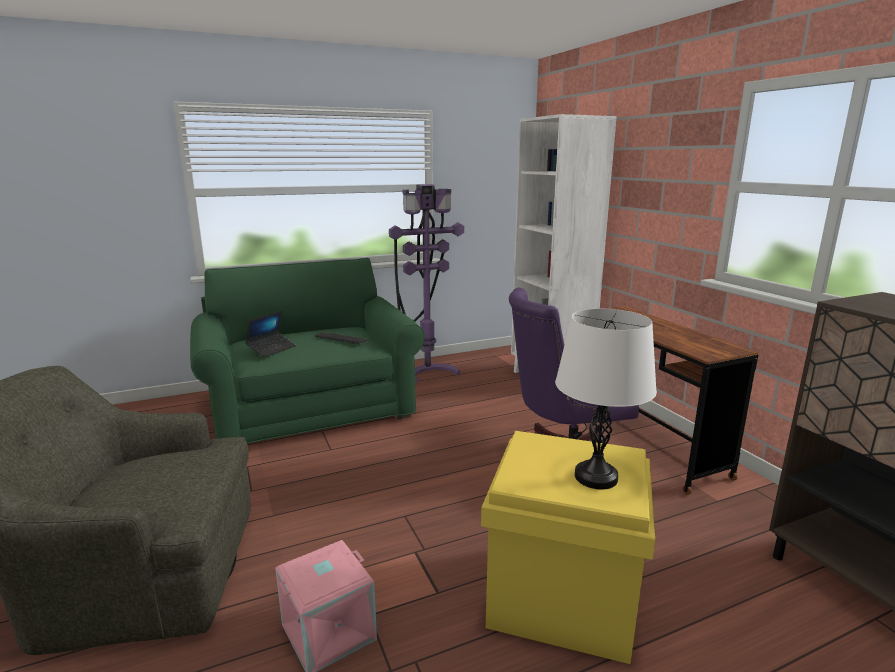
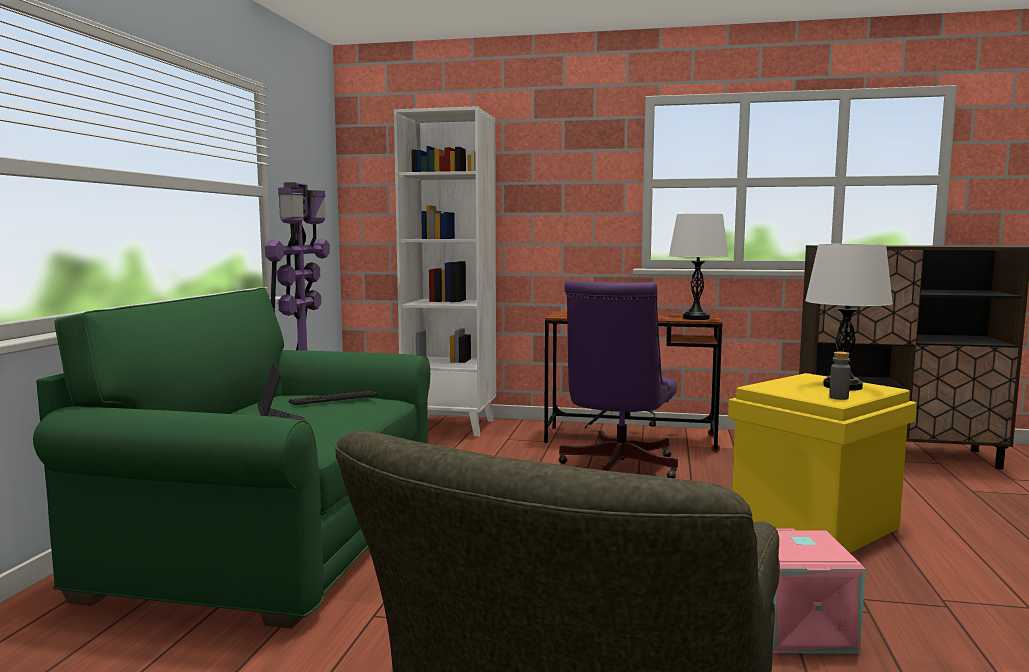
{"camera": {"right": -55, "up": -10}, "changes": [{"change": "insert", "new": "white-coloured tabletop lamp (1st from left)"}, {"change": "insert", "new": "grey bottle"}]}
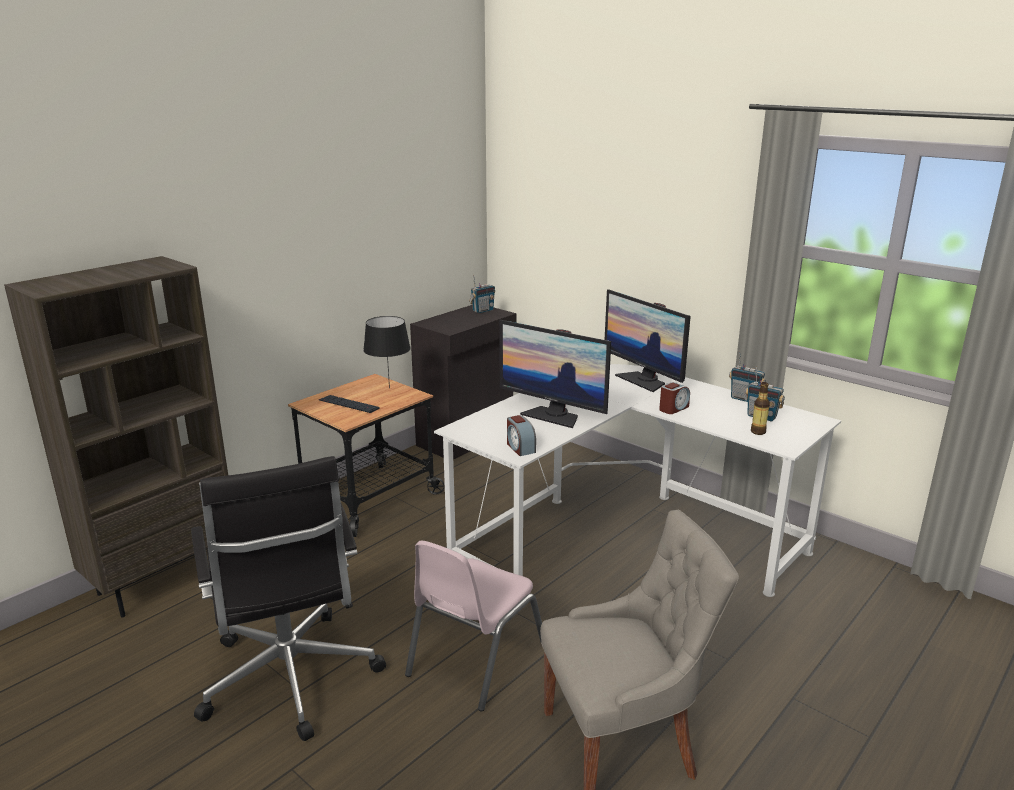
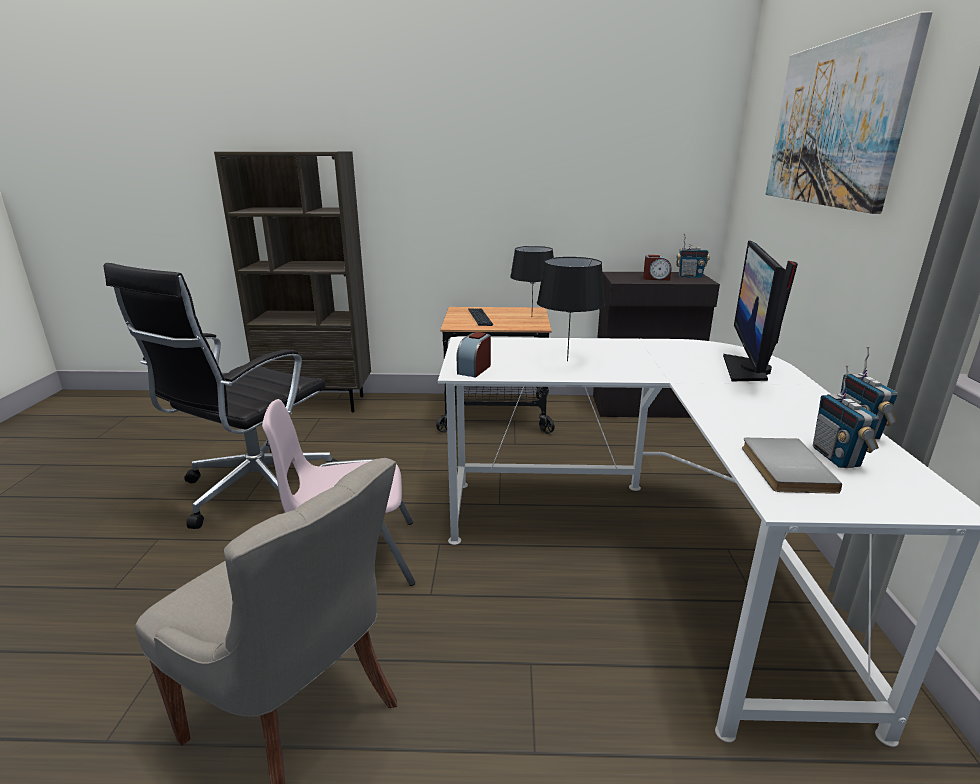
{"camera": {"right": 50, "up": 0}, "changes": [{"change": "insert", "new": "picture"}, {"change": "move", "old": "bedside clock (2nd from left)"}, {"change": "replace", "old": "computer display (1st from left)", "new": "black-coloured tabletop lamp (2nd from left)"}, {"change": "replace", "old": "bottle", "new": "grey bound book"}]}
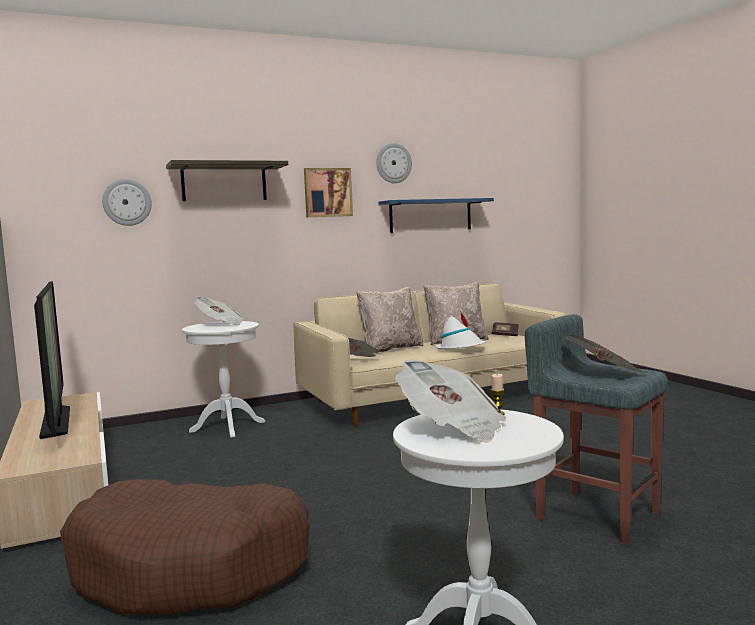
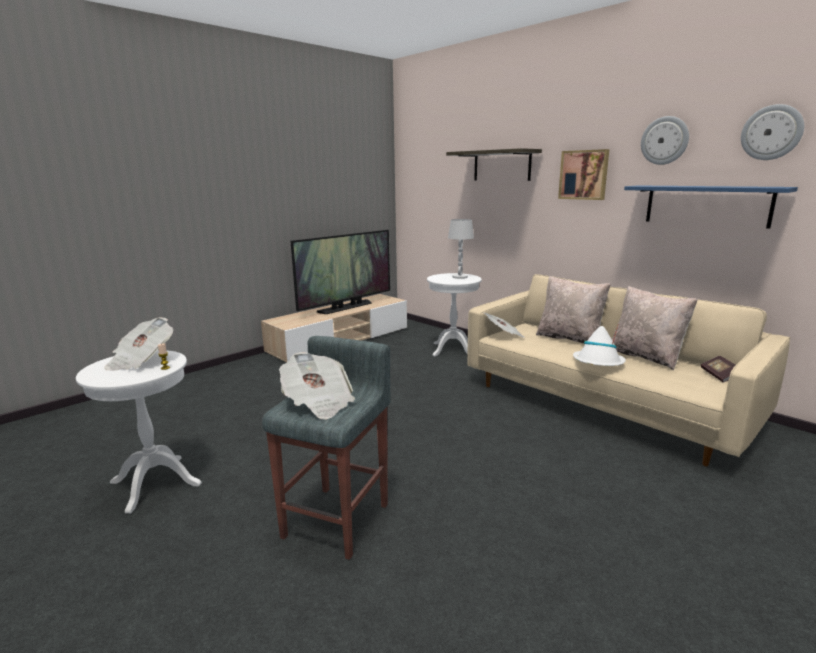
{"camera": {"right": 70, "up": 10}, "changes": [{"change": "delete", "old": "brown-coloured pet bed"}, {"change": "move", "old": "wall clock (1st from left in the first image)", "new": "wall clock (2nd from left)"}, {"change": "replace", "old": "daily paper (1st from left)", "new": "white-coloured tabletop lamp"}]}
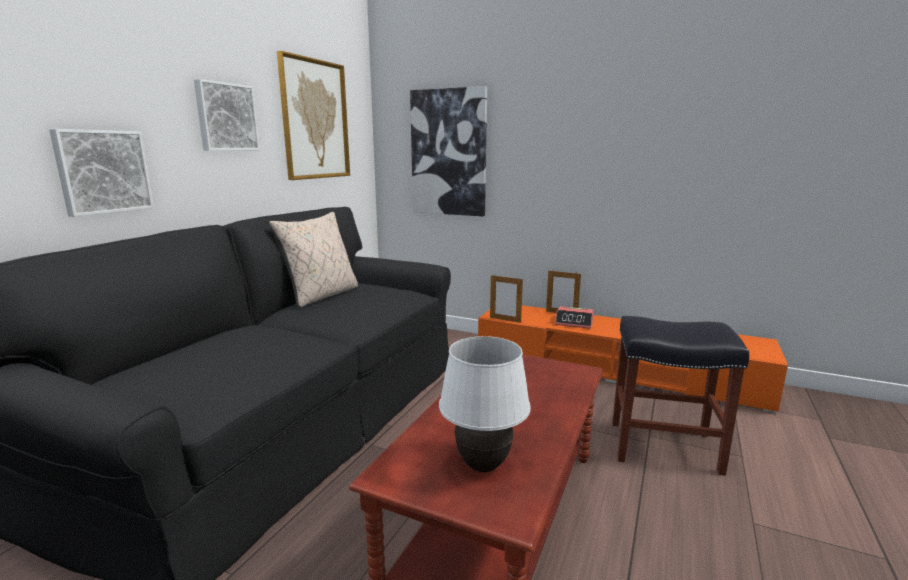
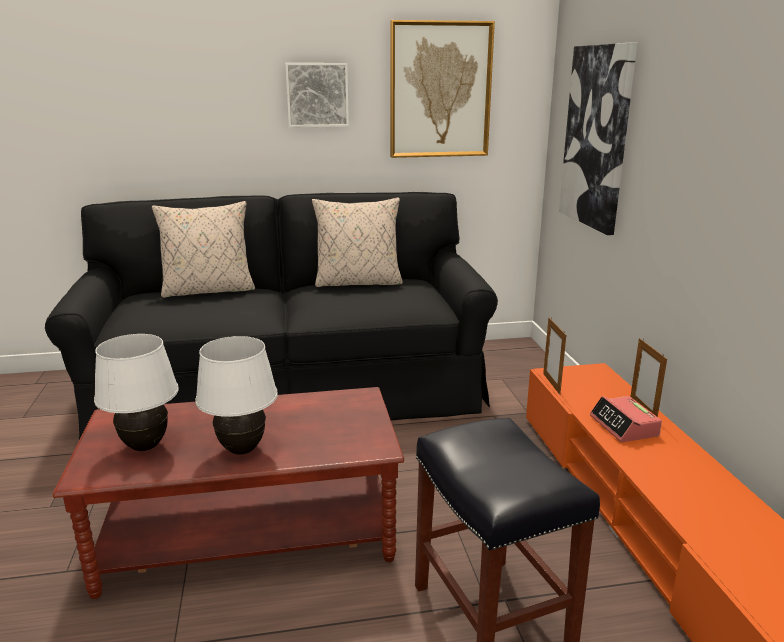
{"camera": {"right": 55, "up": 5}, "changes": [{"change": "delete", "old": "picture (1st from left)"}, {"change": "insert", "new": "sand-coloured pillow (1st from left)"}, {"change": "insert", "new": "white-coloured tabletop lamp (2nd from left)"}]}
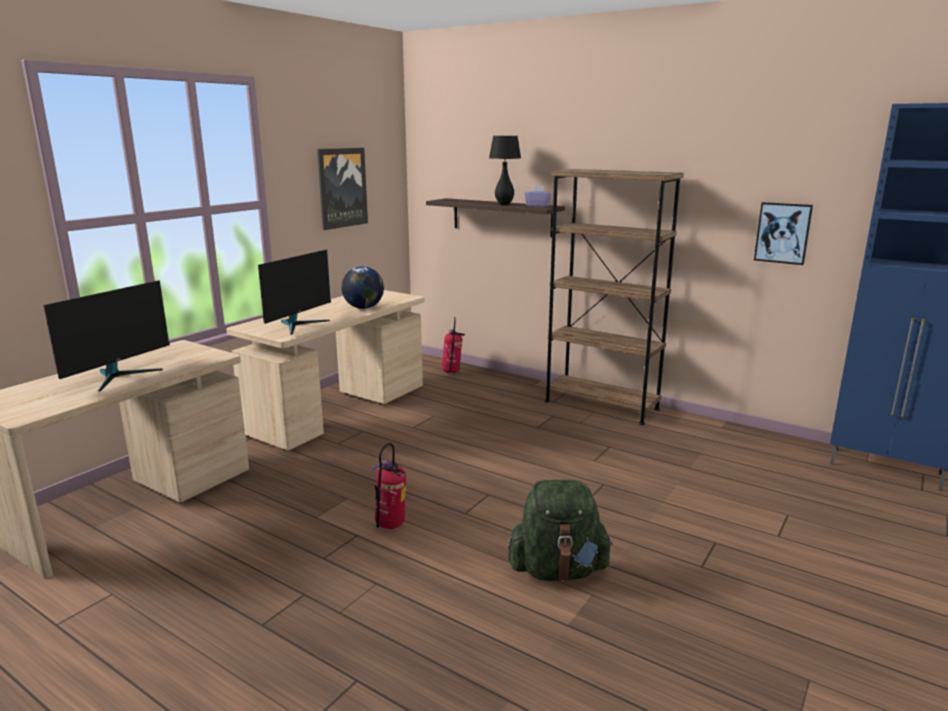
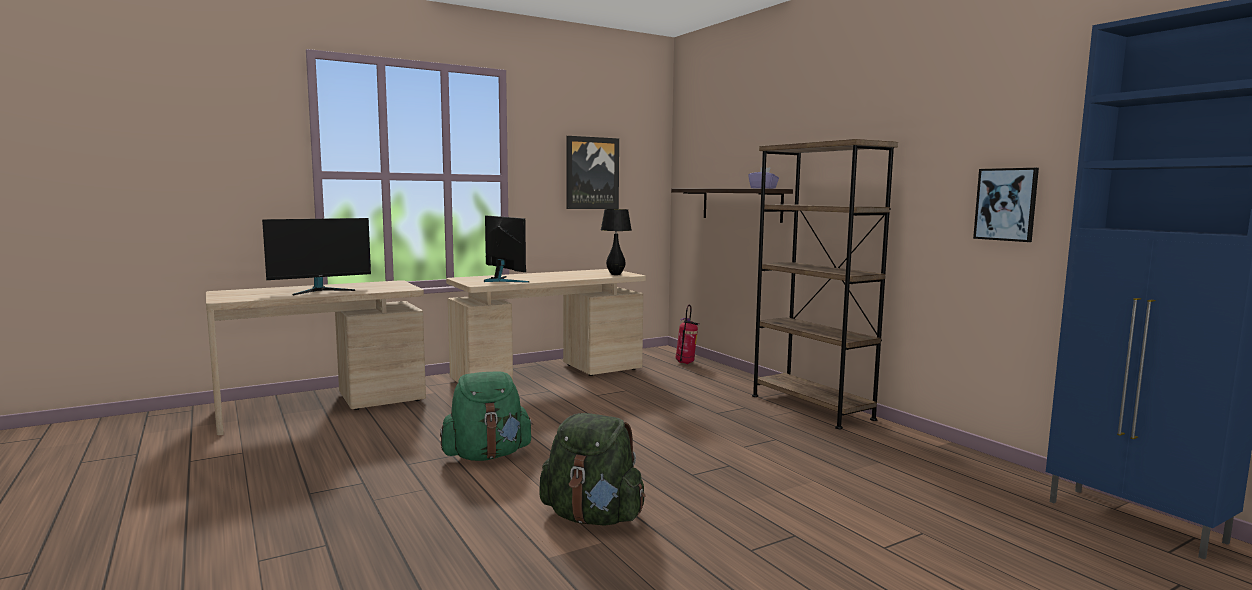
{"camera": {"right": 25, "up": -10}, "changes": [{"change": "delete", "old": "globe"}, {"change": "move", "old": "black-coloured tabletop lamp"}, {"change": "replace", "old": "fire extinguisher (1st from left)", "new": "green knapsack (1st from left)"}, {"change": "rotate", "old": "computer display (2nd from left)", "degrees": -90}]}
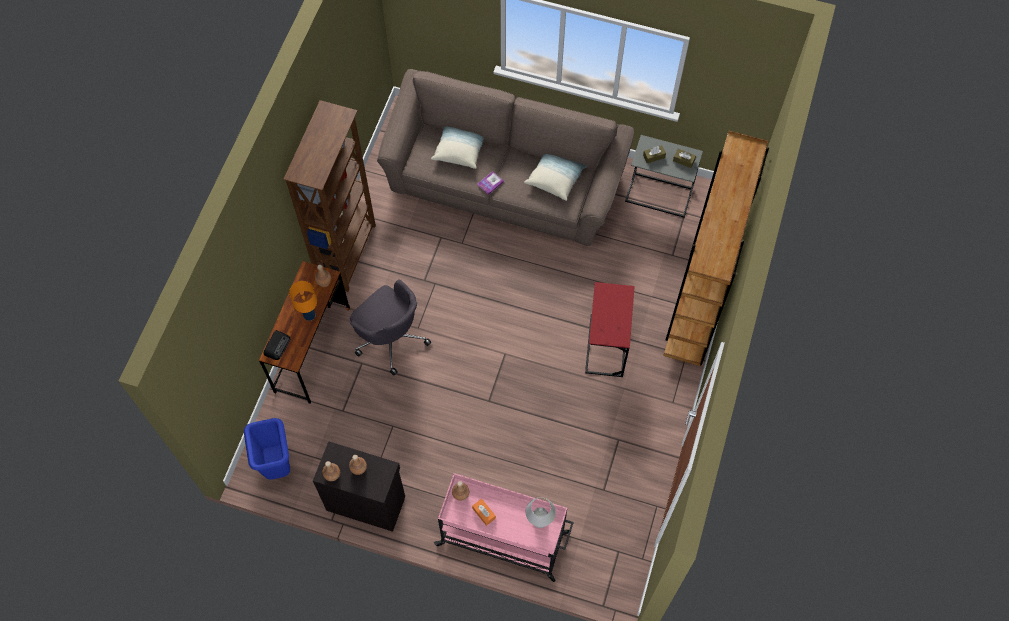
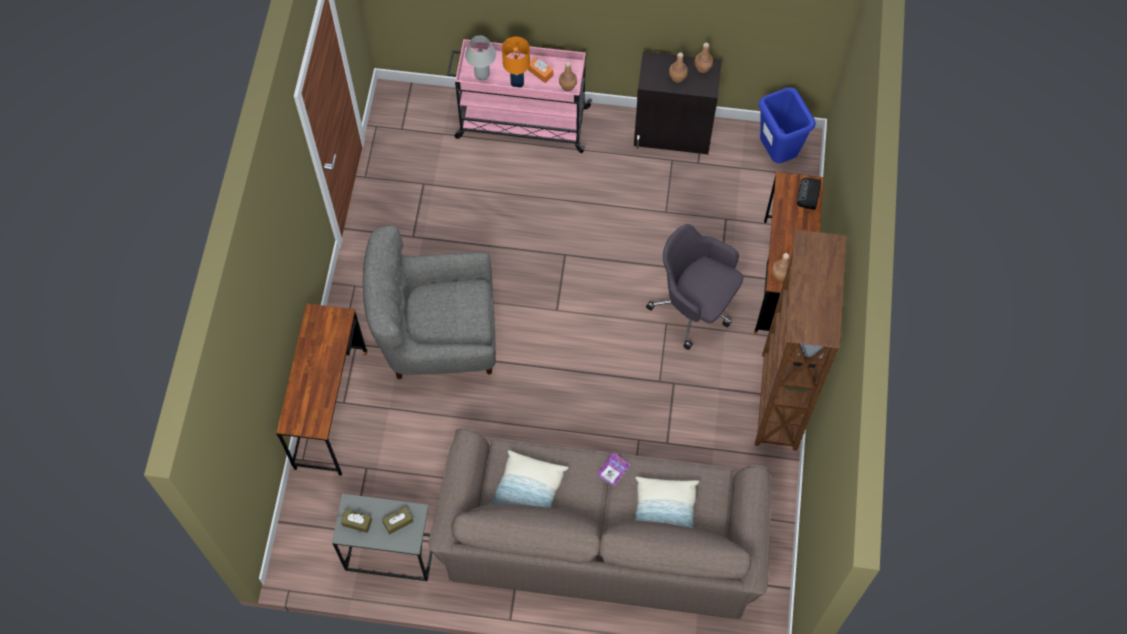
{"camera": {"right": 170, "up": 0}, "changes": [{"change": "move", "old": "orange tabletop lamp"}, {"change": "replace", "old": "red-coloured end table", "new": "grey easy chair"}, {"change": "replace", "old": "brown-coloured bookshelf (2nd from left)", "new": "brown-coloured desk table (1st from left)"}]}
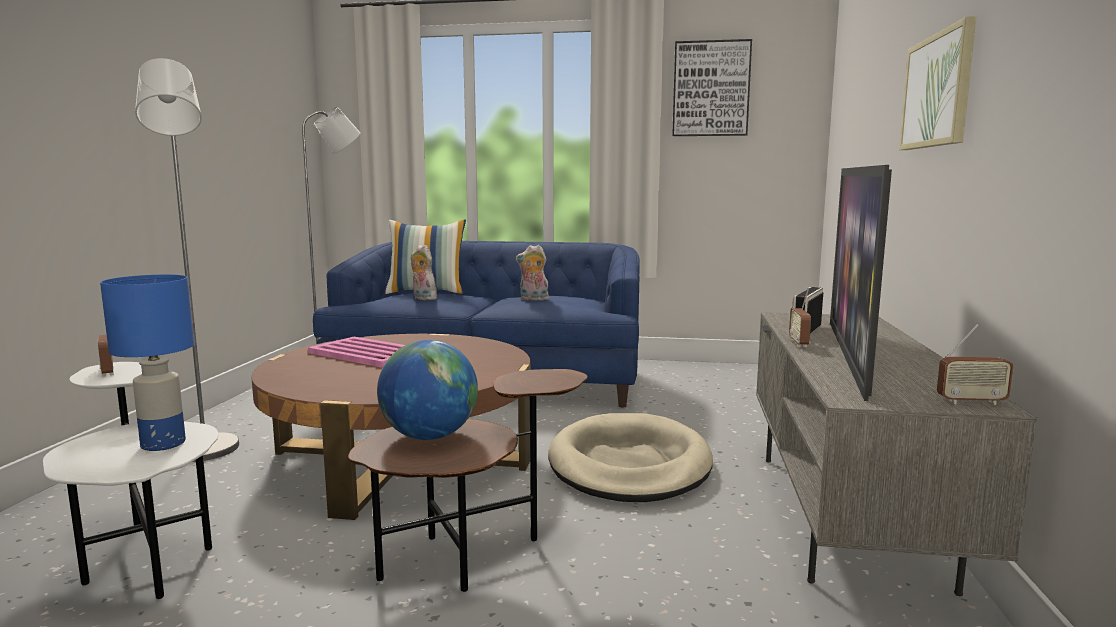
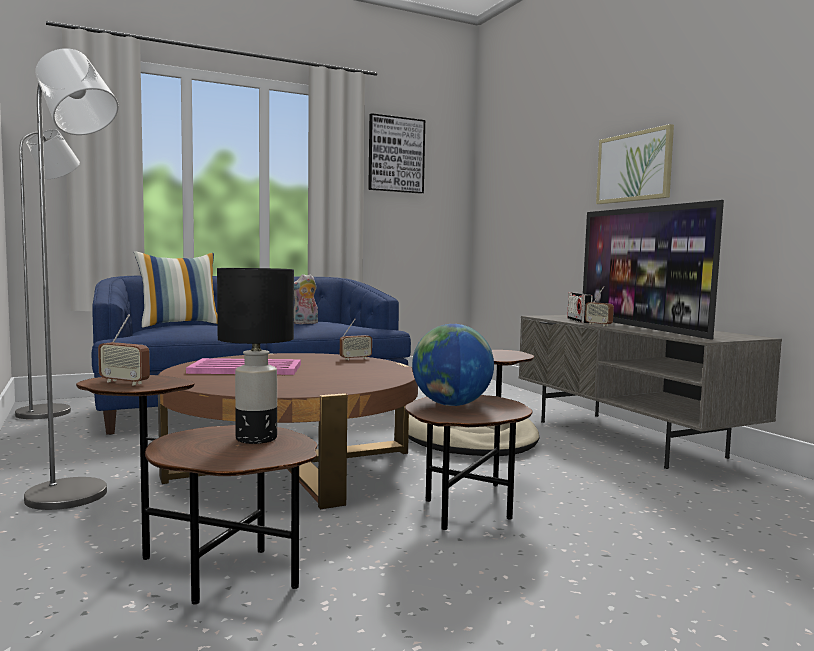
{"camera": {"right": -35, "up": -5}, "changes": [{"change": "delete", "old": "plush toy (1st from left)"}, {"change": "move", "old": "radio receiver (4th from left in the first image)", "new": "radio receiver (2nd from left)"}, {"change": "recolor", "old": "white-coloured end table", "new": "brown-coloured end table (1st from left)"}, {"change": "recolor", "old": "blue tabletop lamp", "new": "black-coloured tabletop lamp"}]}
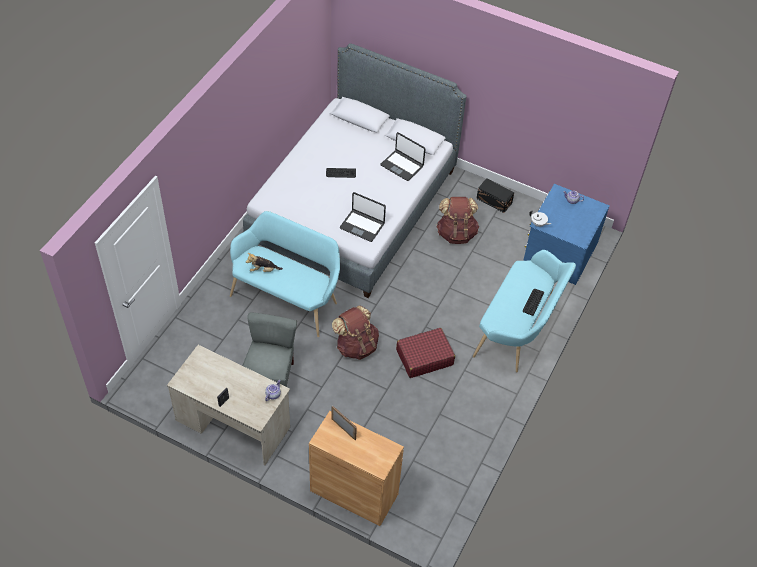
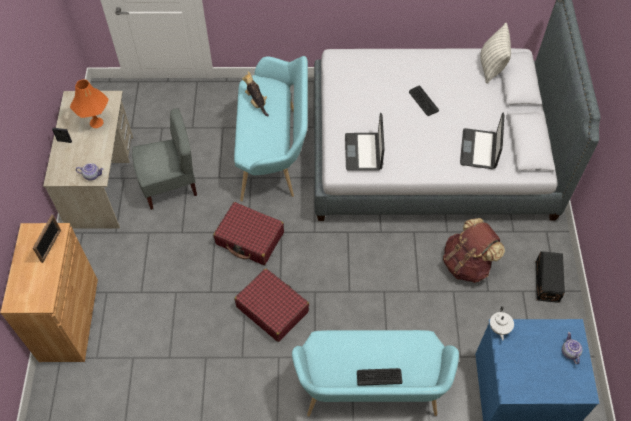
{"camera": {"right": 65, "up": 5}, "changes": [{"change": "insert", "new": "orange tabletop lamp"}, {"change": "insert", "new": "pillow"}, {"change": "replace", "old": "brown-coloured knapsack (1st from left)", "new": "red-coloured piece of luggage (1st from left)"}]}
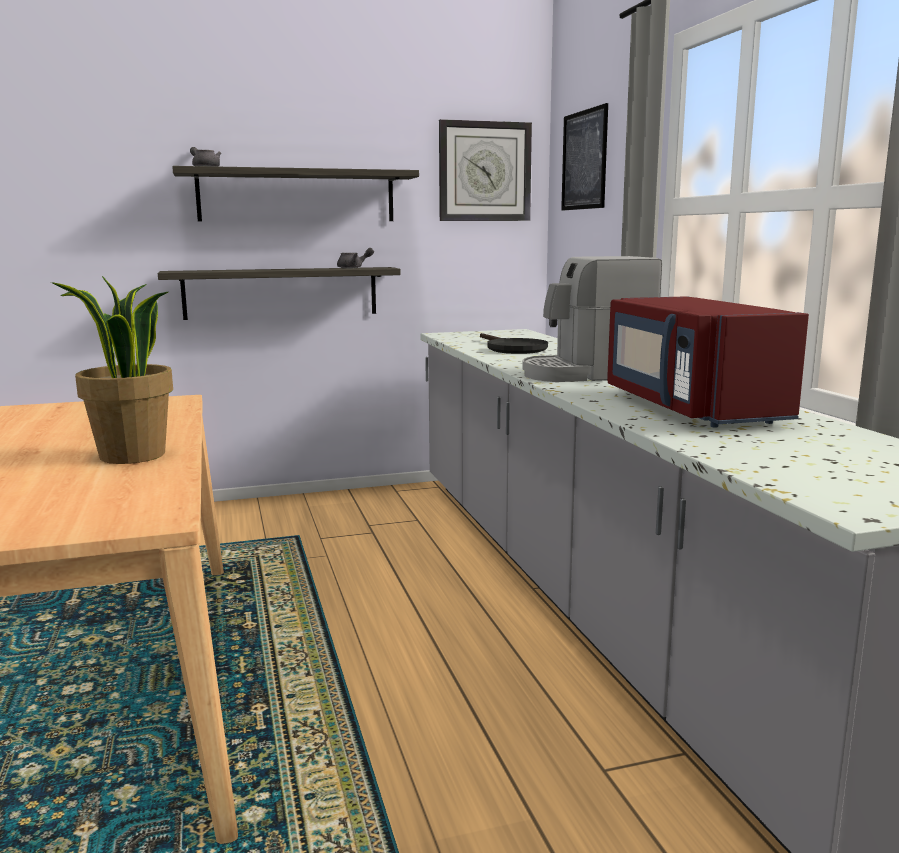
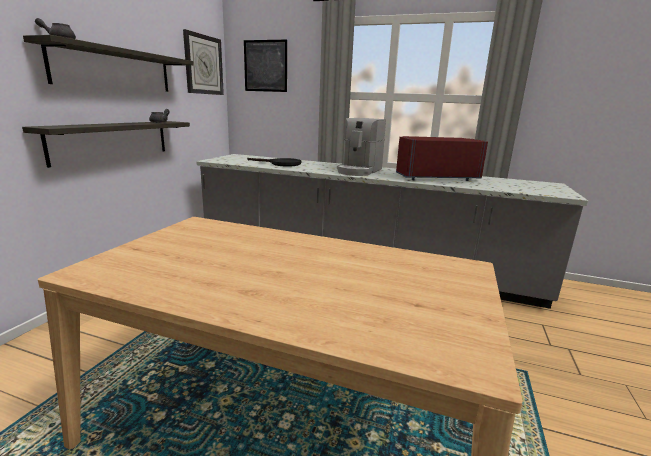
{"camera": {"right": -55, "up": 5}, "changes": [{"change": "delete", "old": "houseplant"}, {"change": "rotate", "old": "red-coloured kitchen microwave", "degrees": 150}]}
